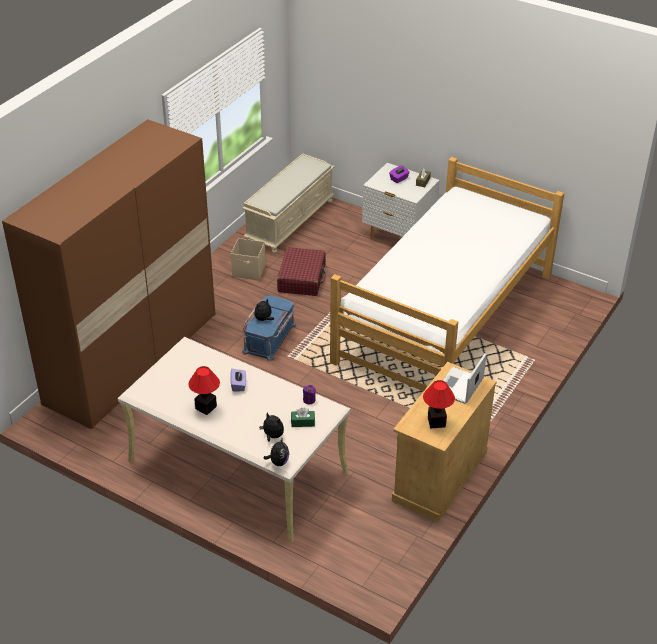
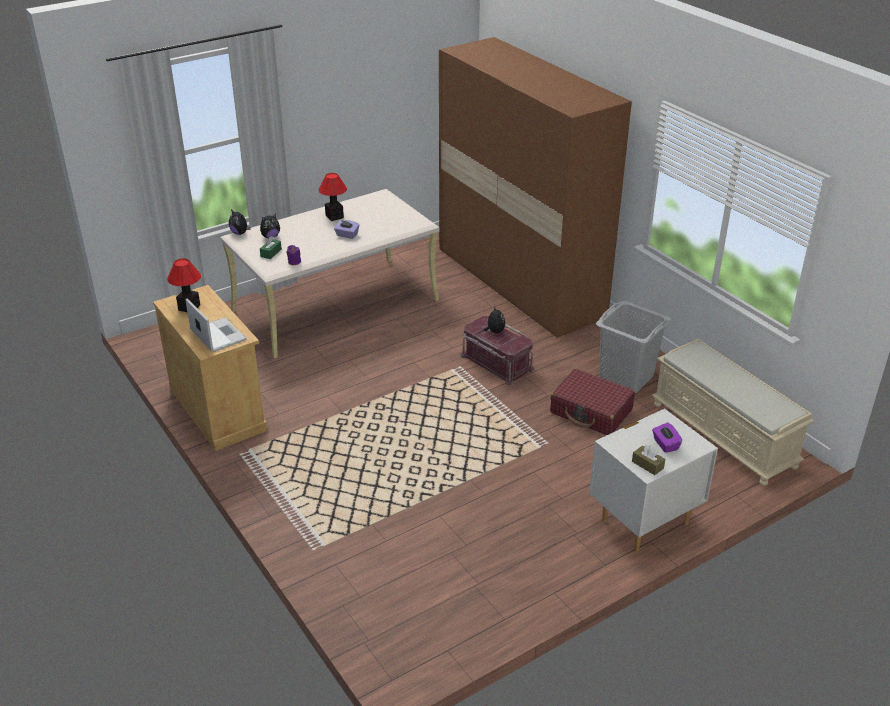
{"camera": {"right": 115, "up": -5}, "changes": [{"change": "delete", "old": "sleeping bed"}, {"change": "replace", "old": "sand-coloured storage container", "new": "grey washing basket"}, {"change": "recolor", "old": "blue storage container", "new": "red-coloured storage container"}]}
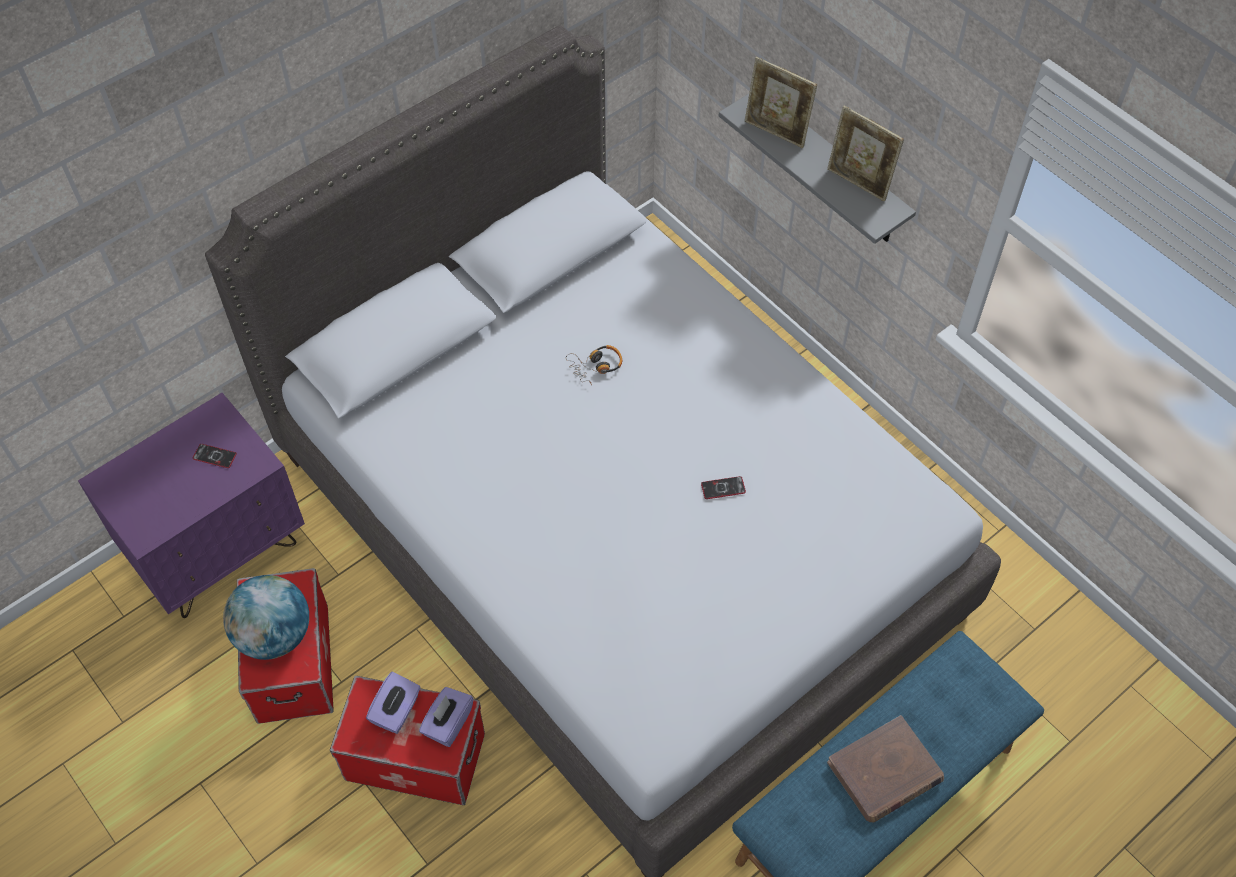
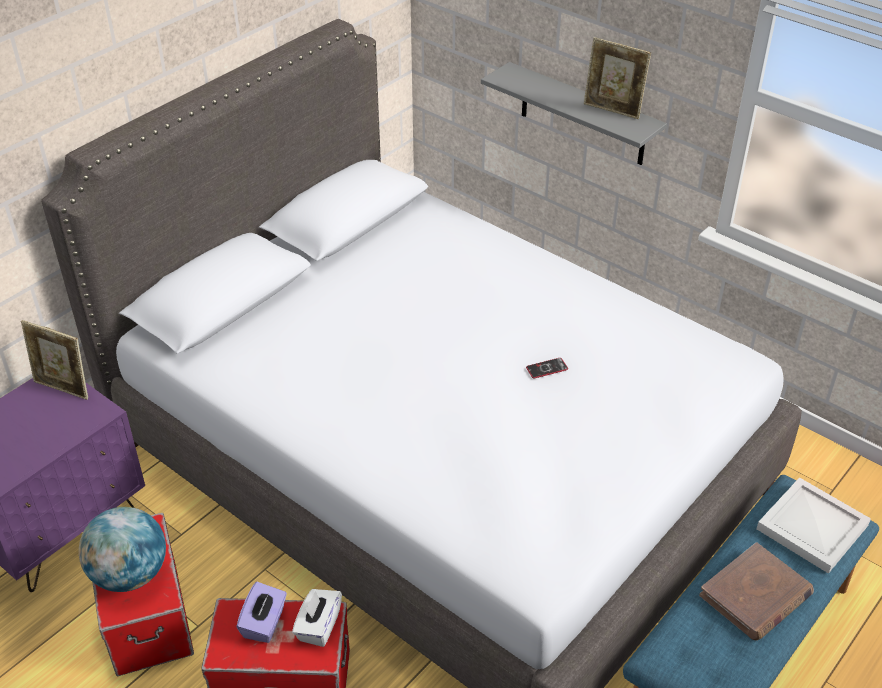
{"camera": {"right": -10, "up": -15}, "changes": [{"change": "delete", "old": "telephone (1st from left)"}, {"change": "delete", "old": "headphones"}, {"change": "insert", "new": "white-coloured carrying tray"}, {"change": "move", "old": "photo frame (1st from left)"}, {"change": "recolor", "old": "purple-coloured box of tissues (2nd from left)", "new": "white-coloured box of tissues"}]}
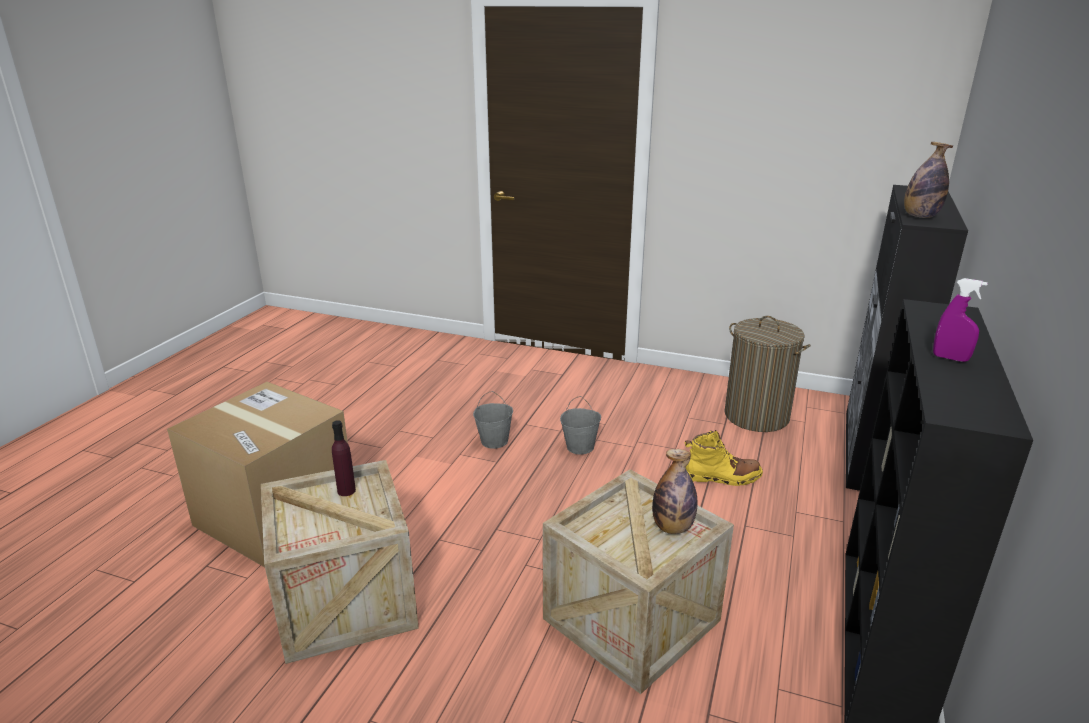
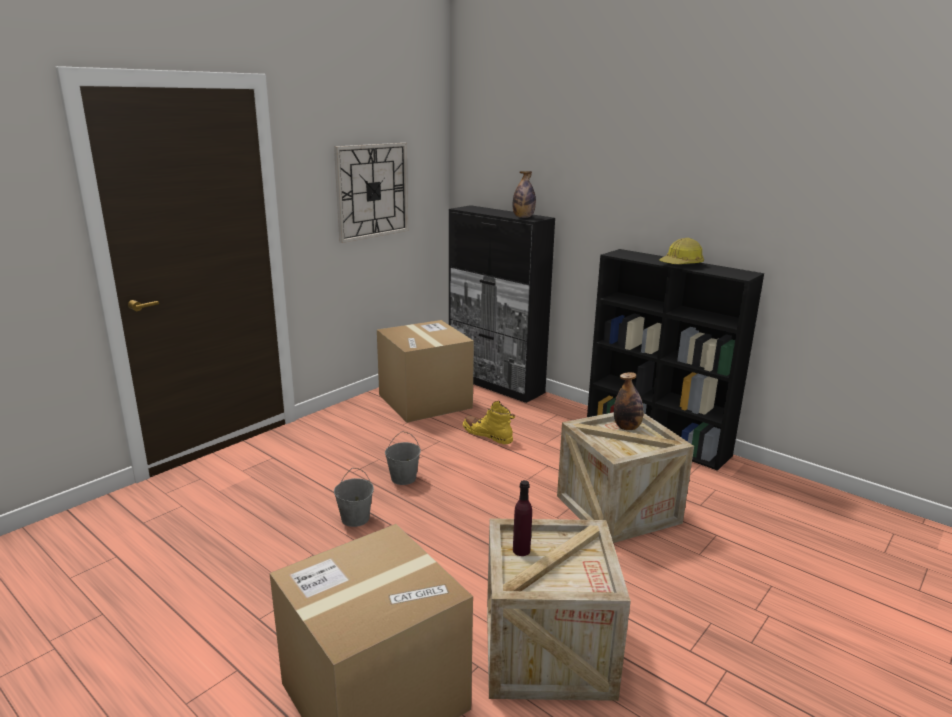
{"camera": {"right": -70, "up": -5}, "changes": [{"change": "insert", "new": "wall clock"}, {"change": "replace", "old": "washing basket", "new": "carton (2nd from left)"}, {"change": "replace", "old": "purple-coloured hand sprayer", "new": "hard hat"}, {"change": "rotate", "old": "yellow boot", "degrees": -75}]}
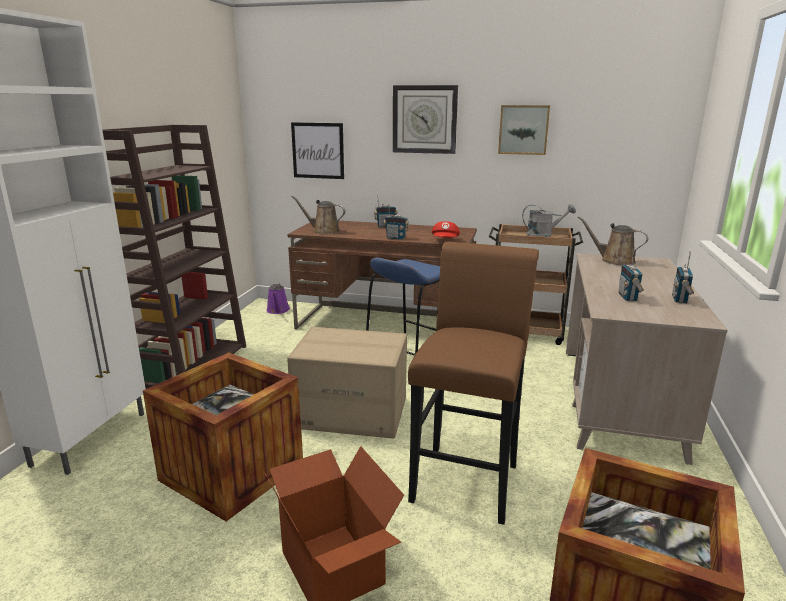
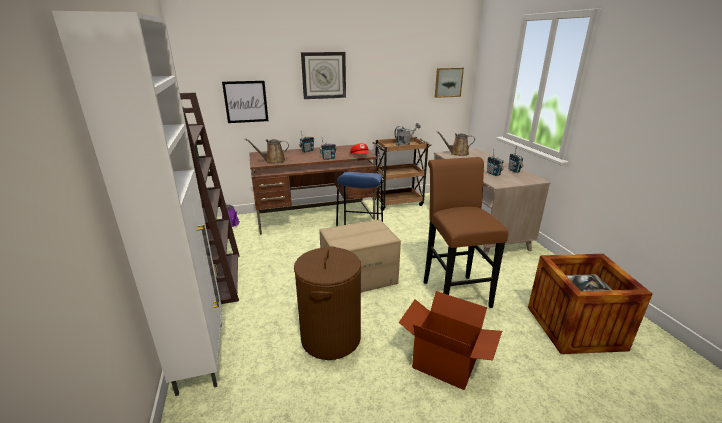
{"camera": {"right": -30, "up": 5}, "changes": [{"change": "move", "old": "picture (2nd from left)"}, {"change": "replace", "old": "shipping crate (1st from left)", "new": "brown-coloured washing basket"}]}
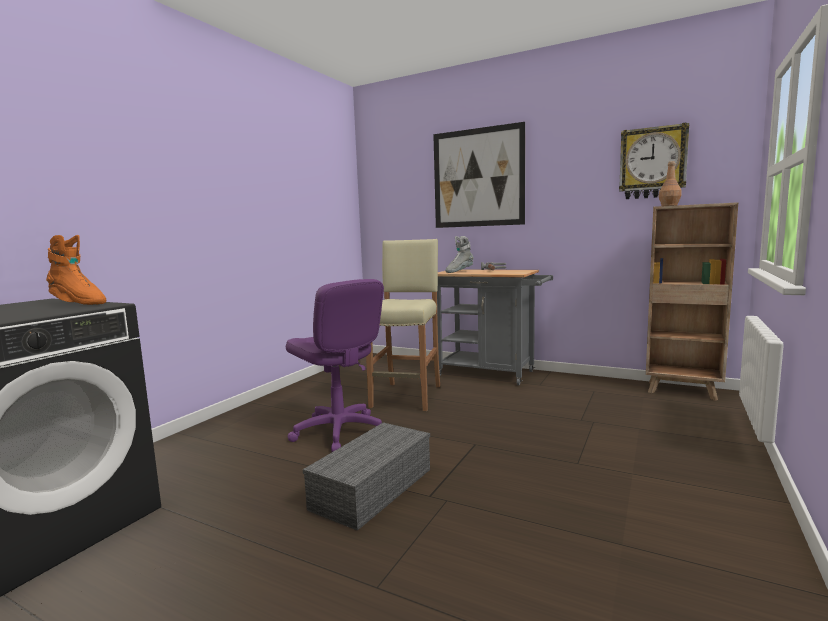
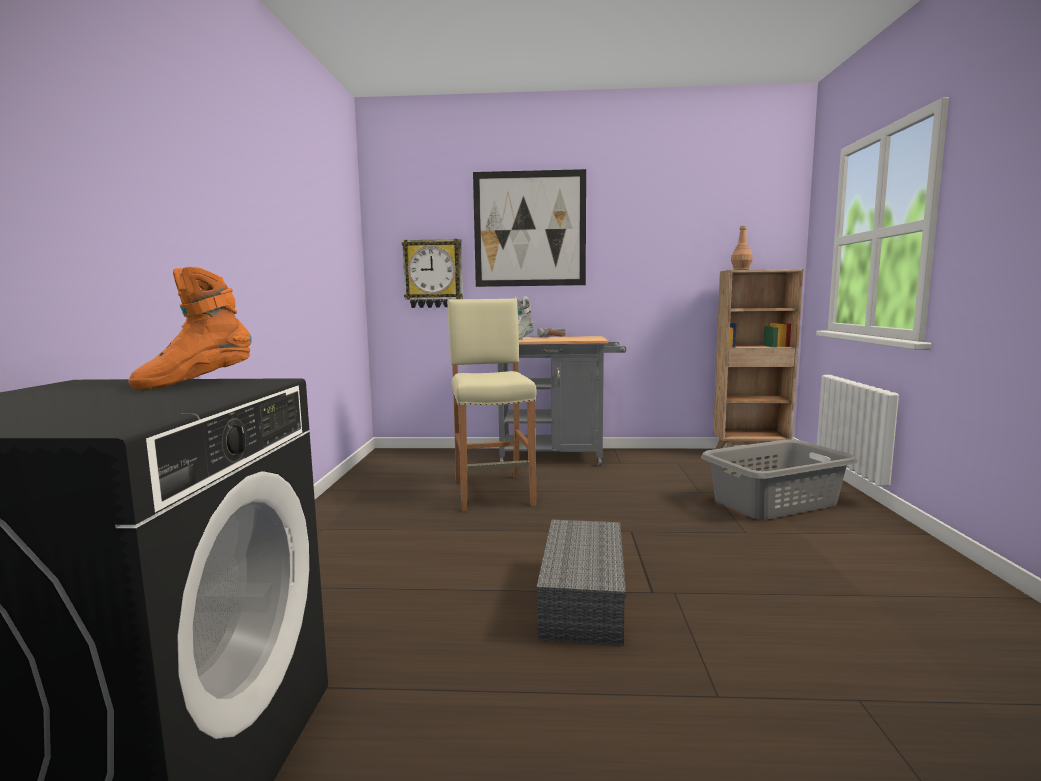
{"camera": {"right": -25, "up": 0}, "changes": [{"change": "delete", "old": "purple-coloured office chair"}, {"change": "insert", "new": "grey washing basket"}, {"change": "move", "old": "wall clock"}, {"change": "rotate", "old": "orange boot", "degrees": 135}]}
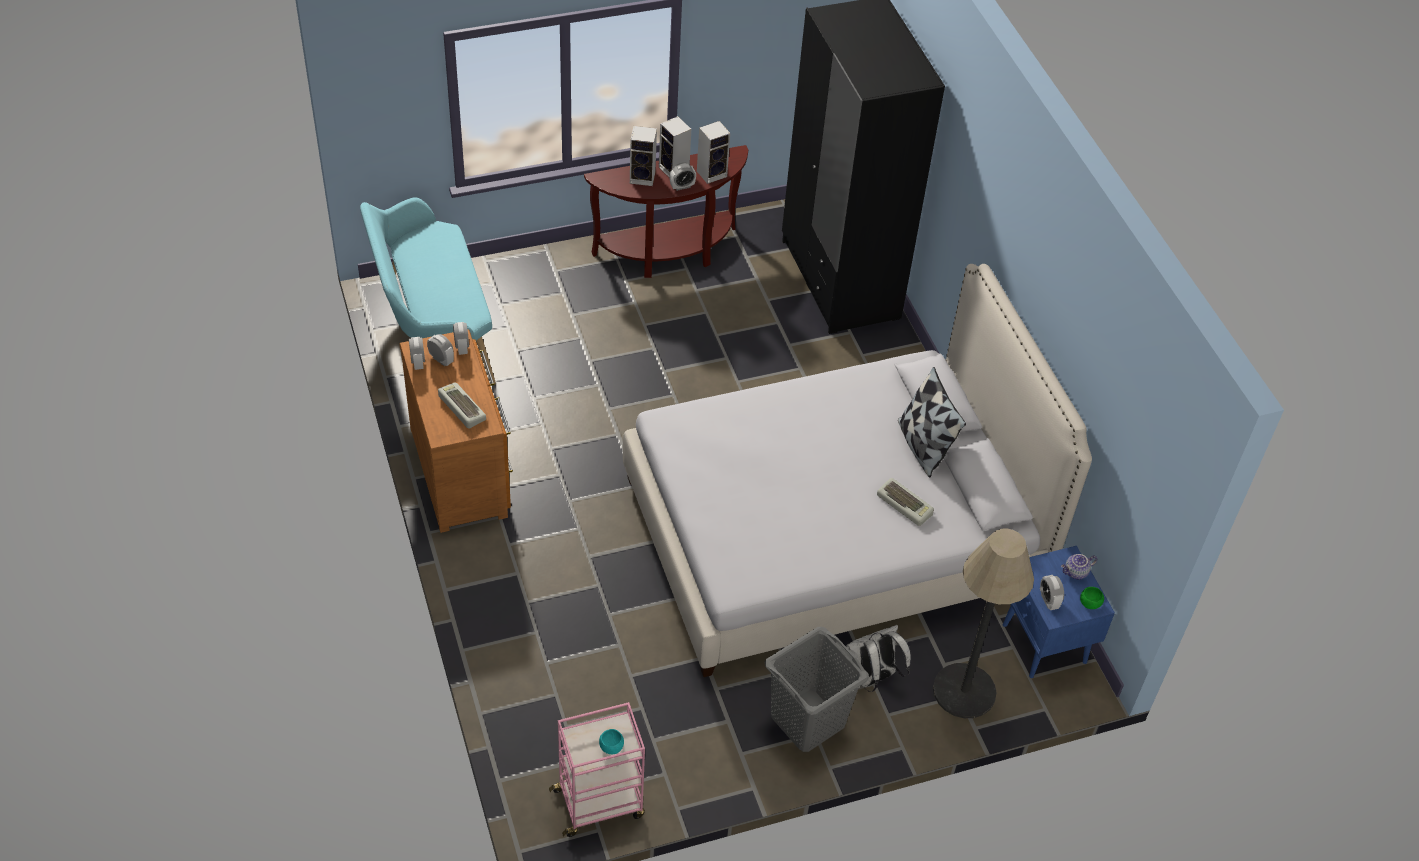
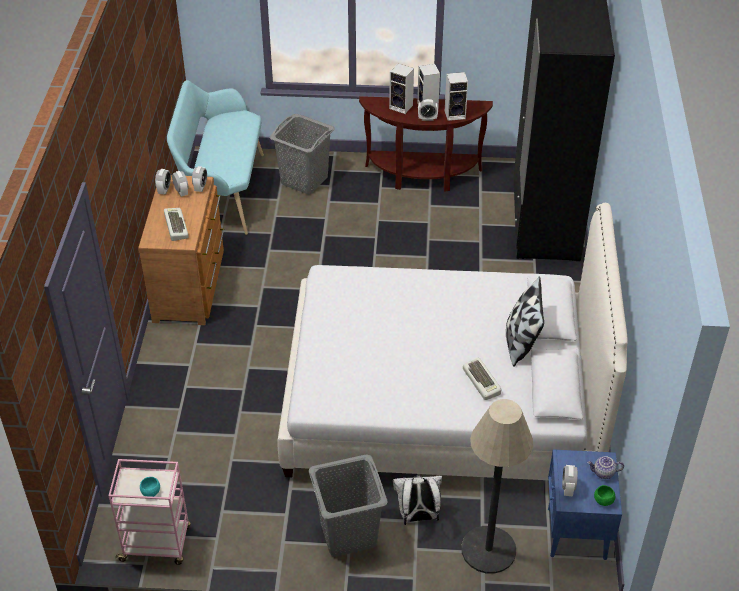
{"camera": {"right": 25, "up": -5}, "changes": [{"change": "insert", "new": "grey washing basket (1st from left)"}]}
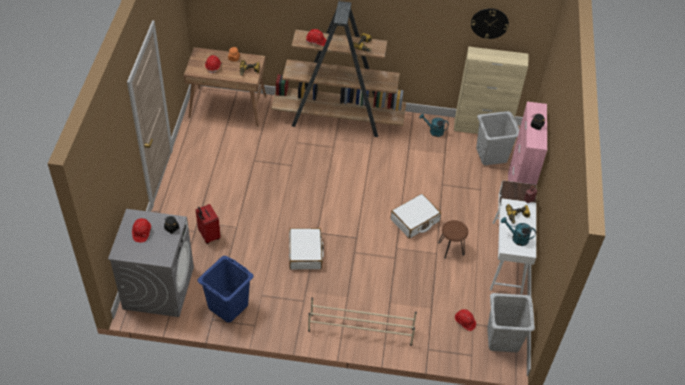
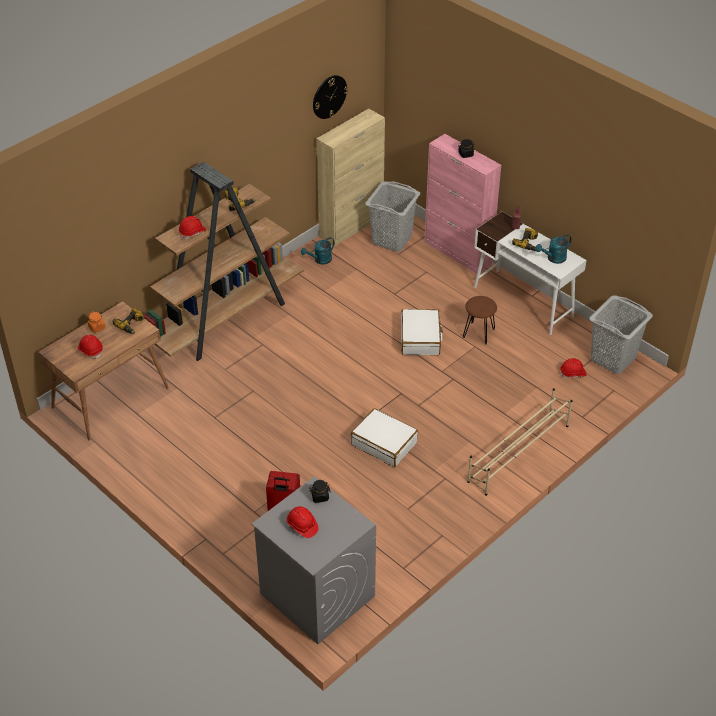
{"camera": {"right": -50, "up": -5}, "changes": [{"change": "delete", "old": "blue washing basket"}]}
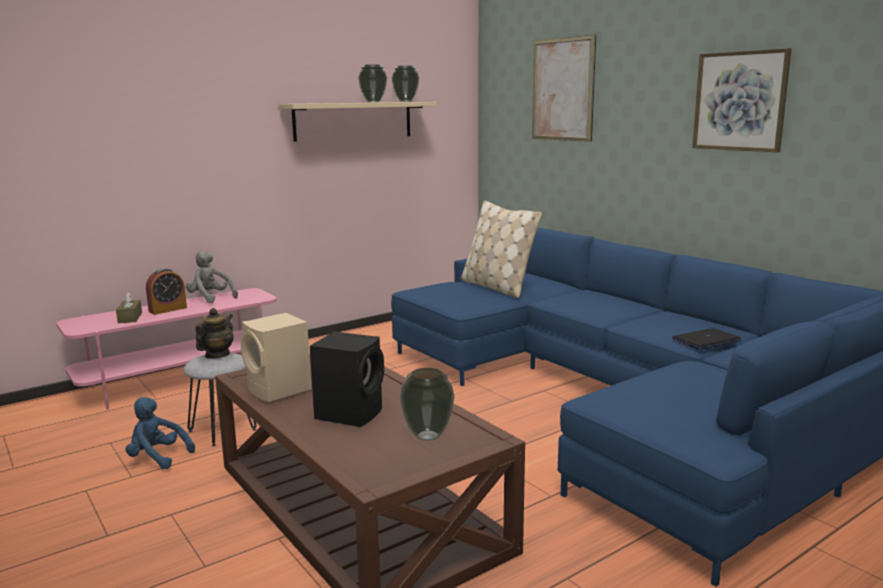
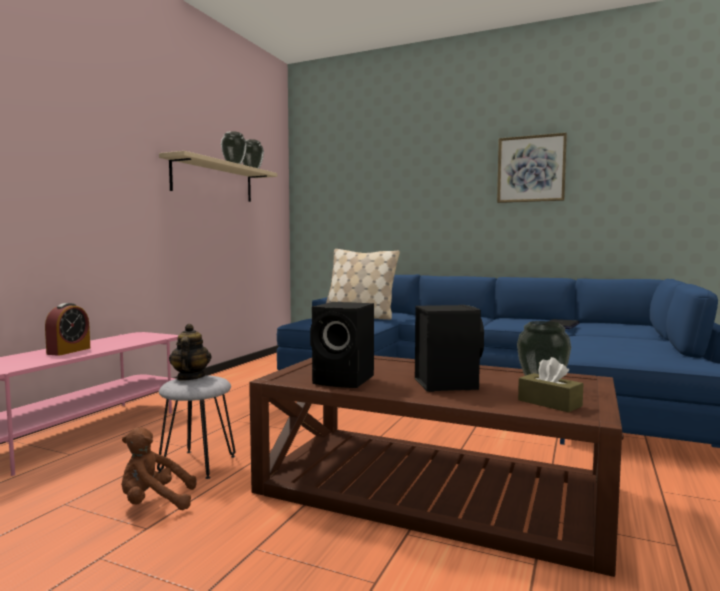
{"camera": {"right": -30, "up": -10}, "changes": [{"change": "delete", "old": "grey plush toy"}, {"change": "delete", "old": "picture (1st from left)"}, {"change": "move", "old": "brown-coloured box of tissues"}, {"change": "recolor", "old": "blue plush toy", "new": "brown-coloured plush toy"}, {"change": "recolor", "old": "sand-coloured loudspeaker", "new": "black-coloured loudspeaker (1st from left)"}]}
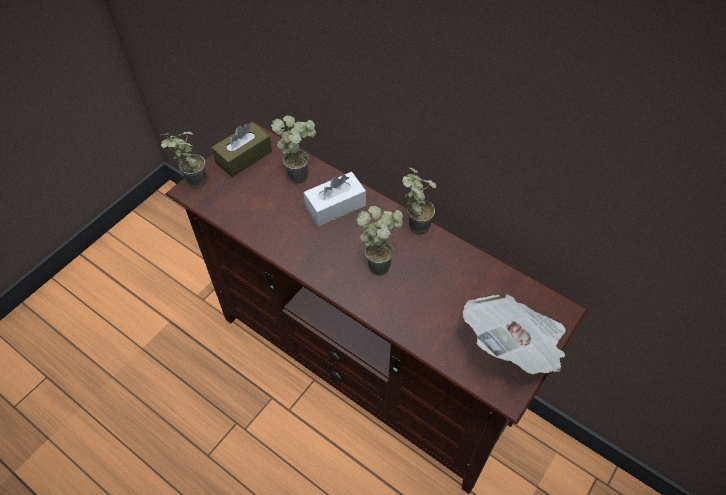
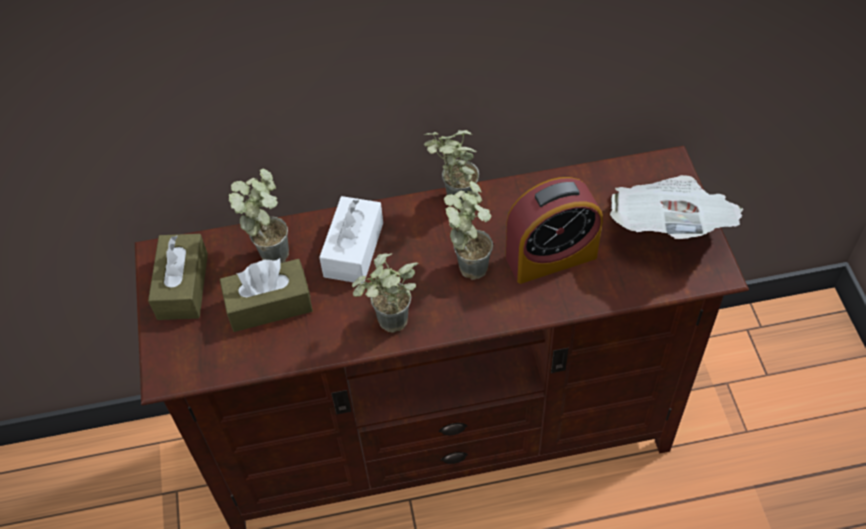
{"camera": {"right": -45, "up": 0}, "changes": [{"change": "insert", "new": "brown-coloured box of tissues (2nd from left)"}, {"change": "insert", "new": "bedside clock"}, {"change": "move", "old": "houseplant (1st from left in the first image)", "new": "houseplant (2nd from left)"}]}
